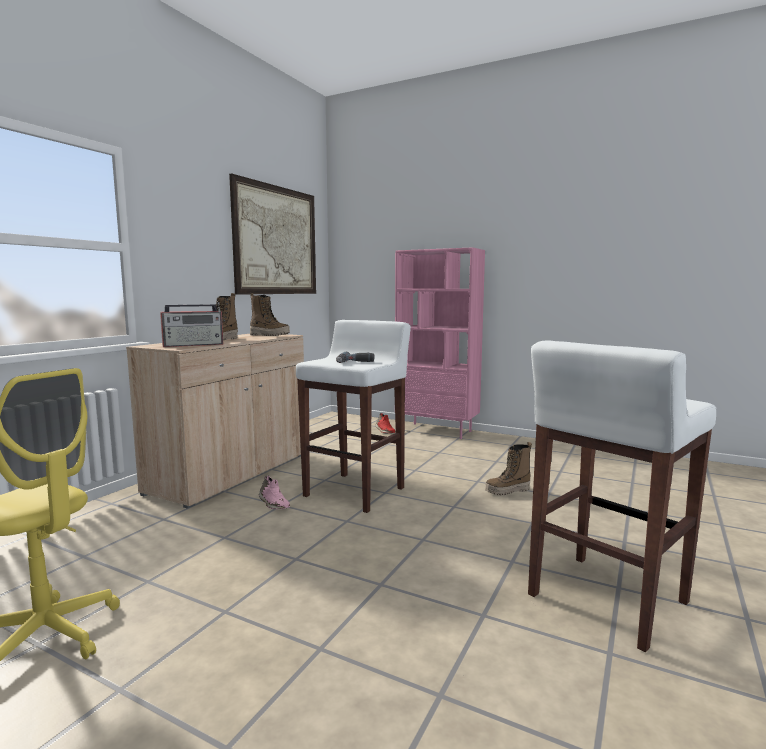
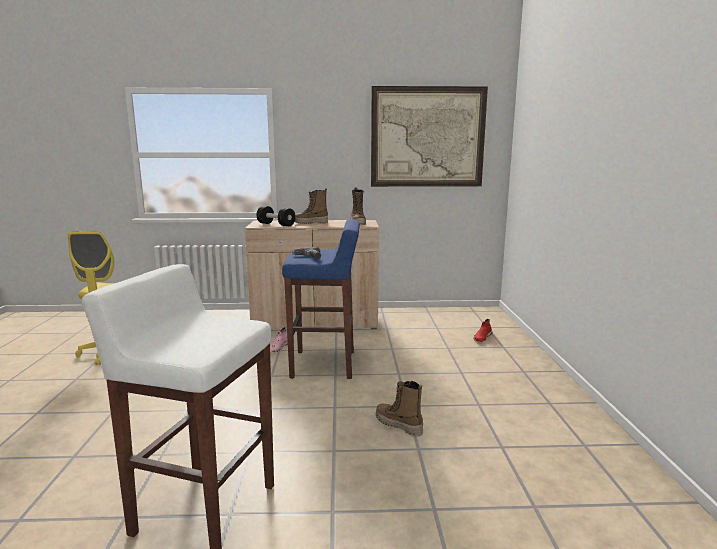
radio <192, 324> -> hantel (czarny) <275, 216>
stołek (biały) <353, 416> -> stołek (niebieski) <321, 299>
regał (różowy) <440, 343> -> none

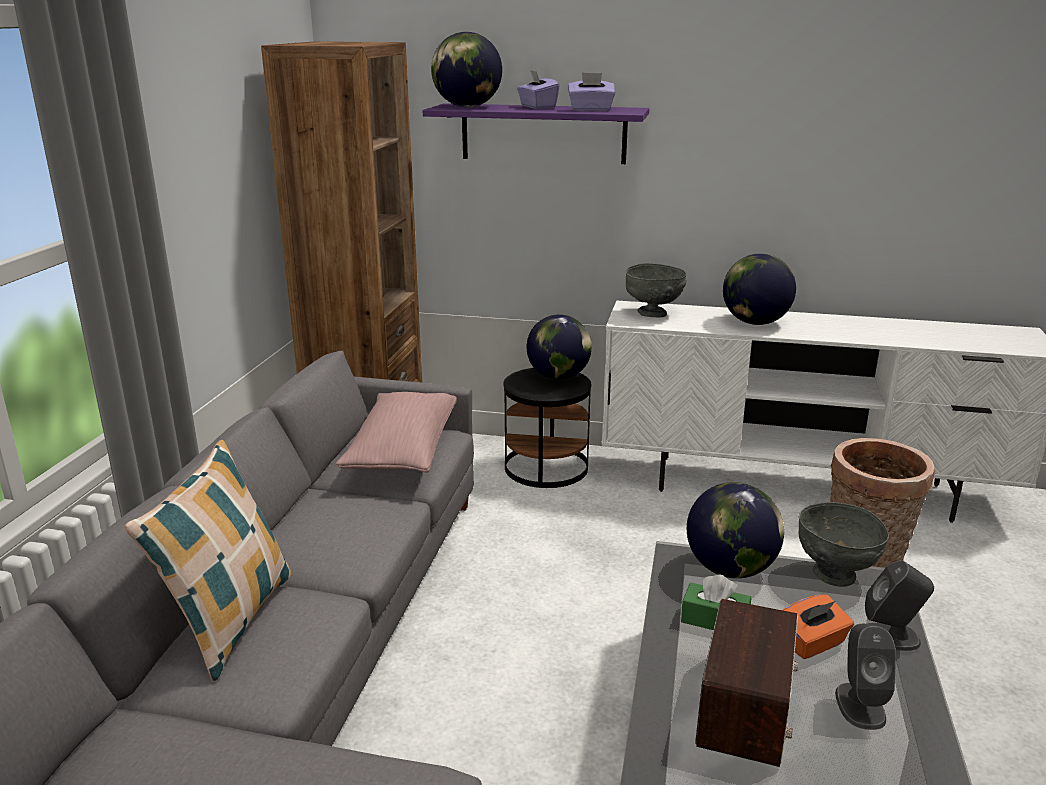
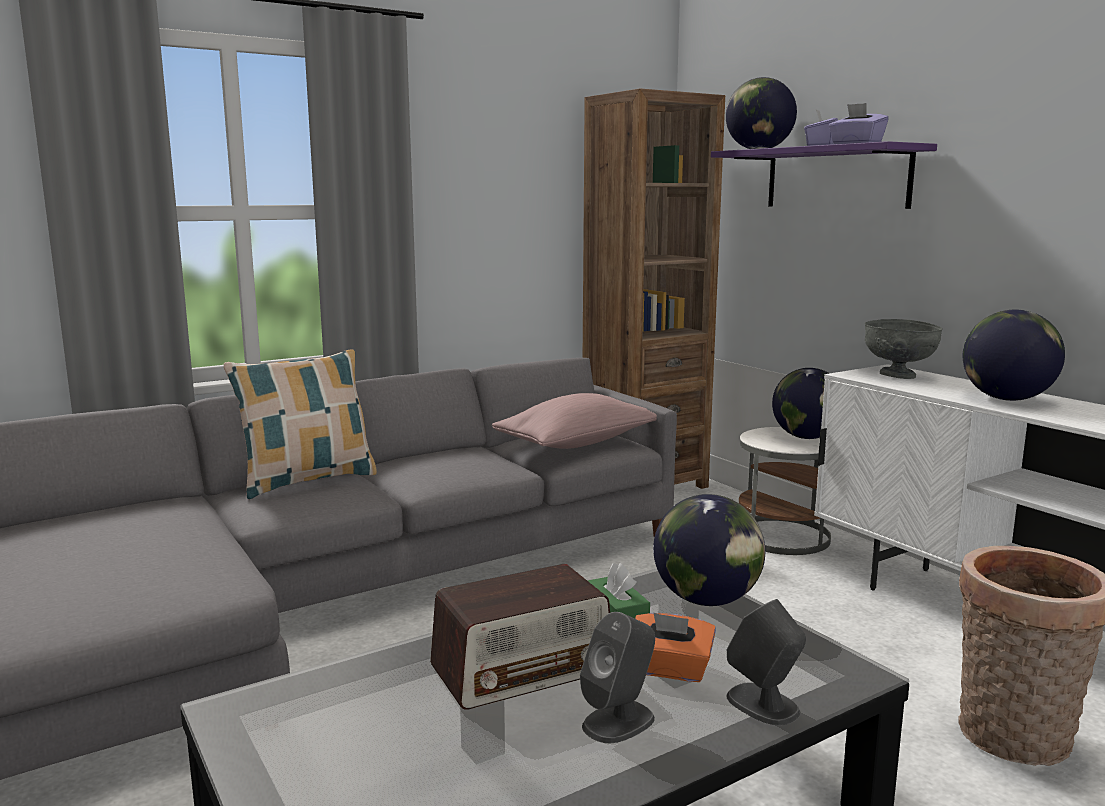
stolik (czarny) <547, 428> -> stolik (biały) <785, 491>
miska (szary) <844, 544> -> none

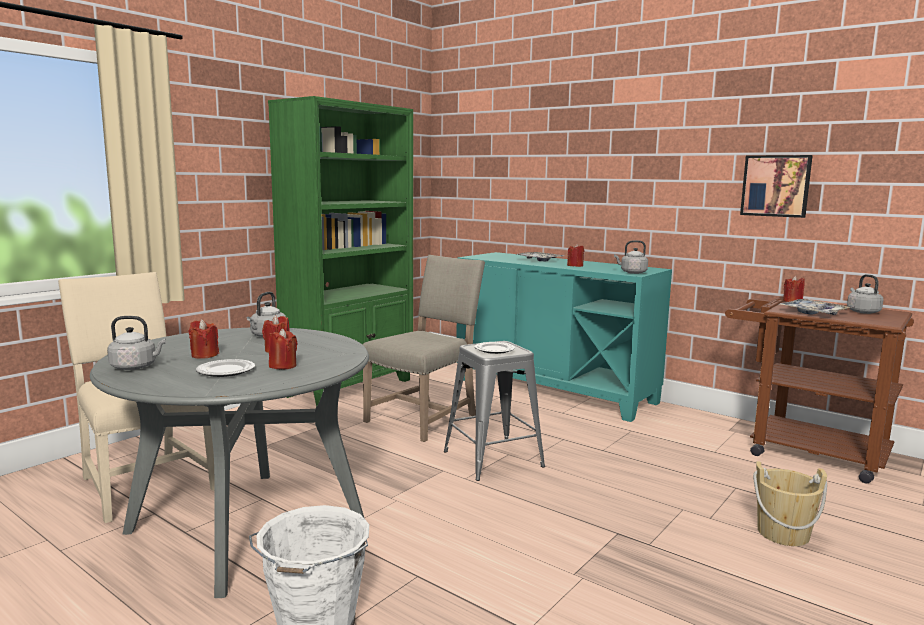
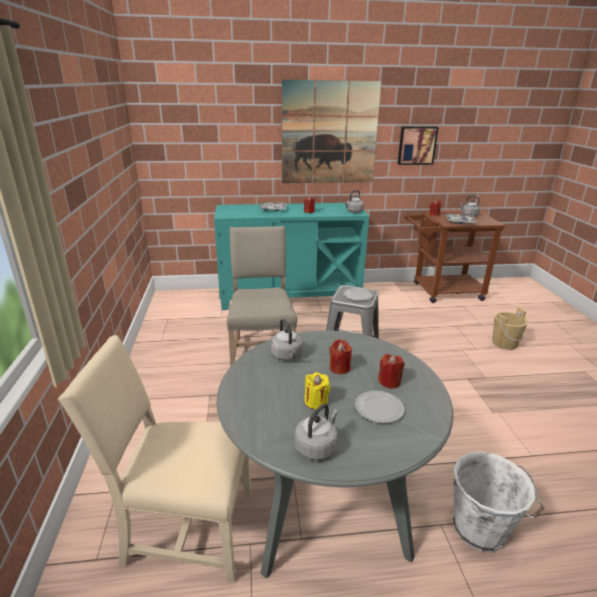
none -> obraz <332, 131>
świeca (czerwony) <204, 339> -> świeca (żółty) <317, 391>
regał (zielony) <340, 251> -> none

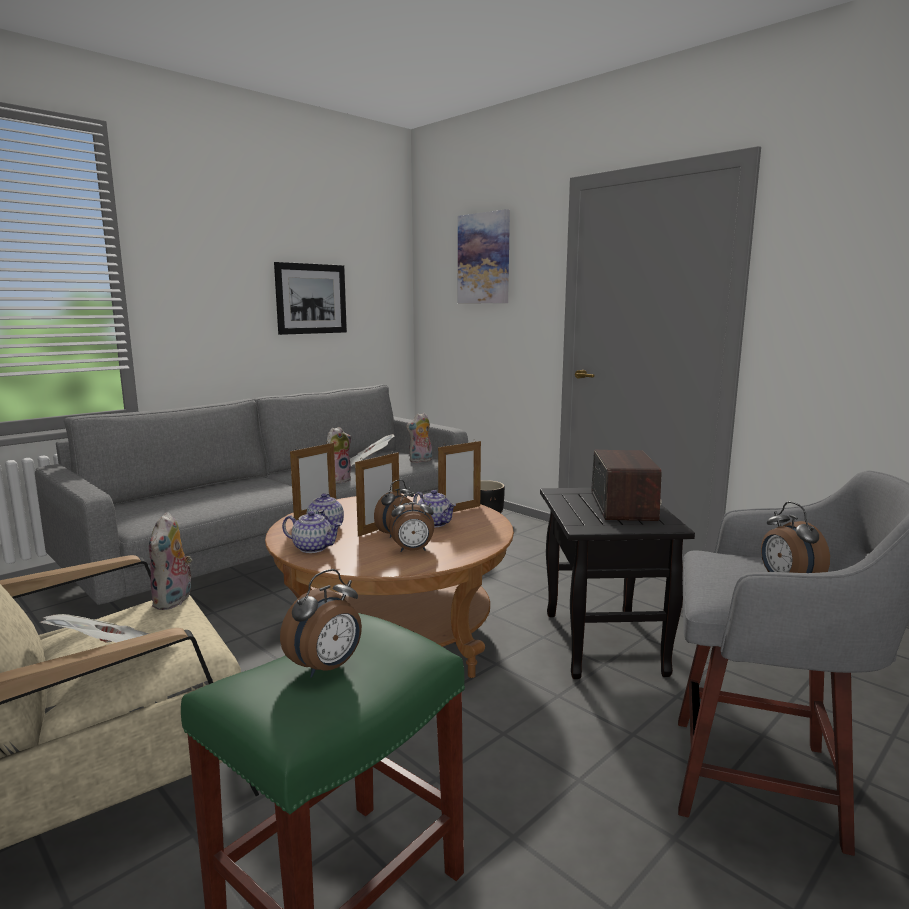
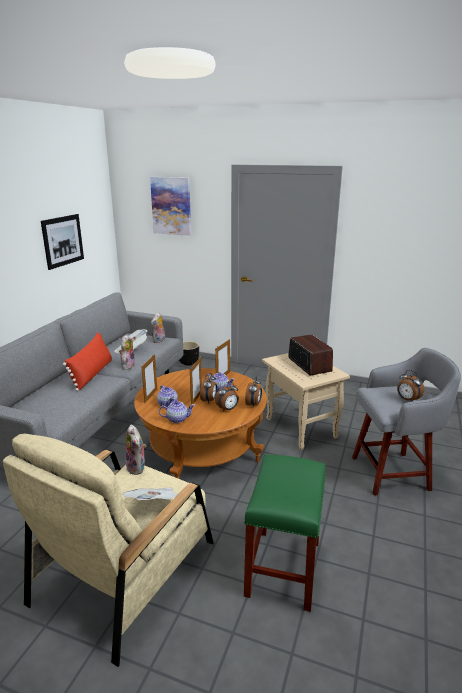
none -> poduszka (czerwony) <87, 361>
budzik <321, 623> -> budzik <253, 392>, shifted
stolik (czarny) <617, 583> -> stolik (beżowy) <306, 401>

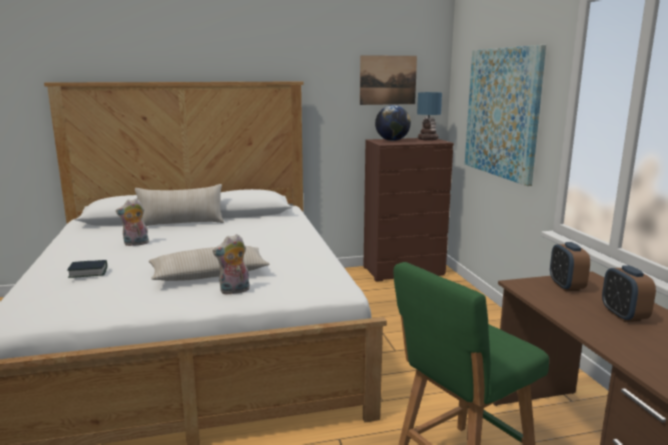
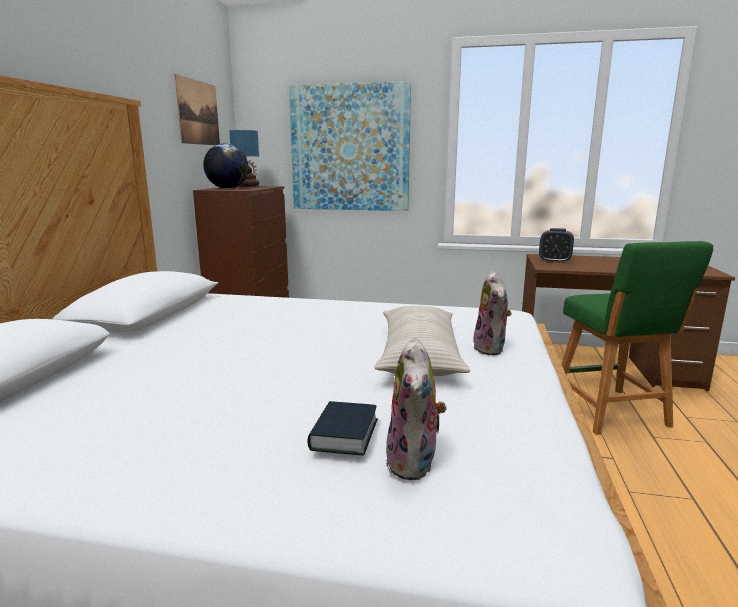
pluszak <132, 222> -> pluszak <416, 408>, shifted
poduszka (beżowy) <179, 205> -> none
budzik <629, 293> -> none

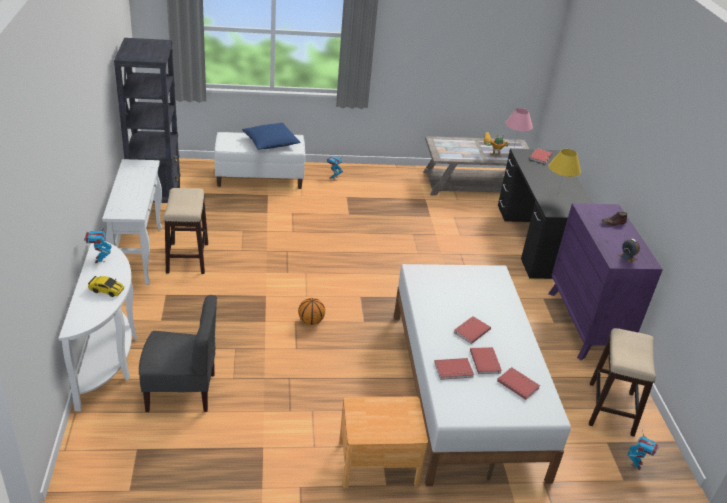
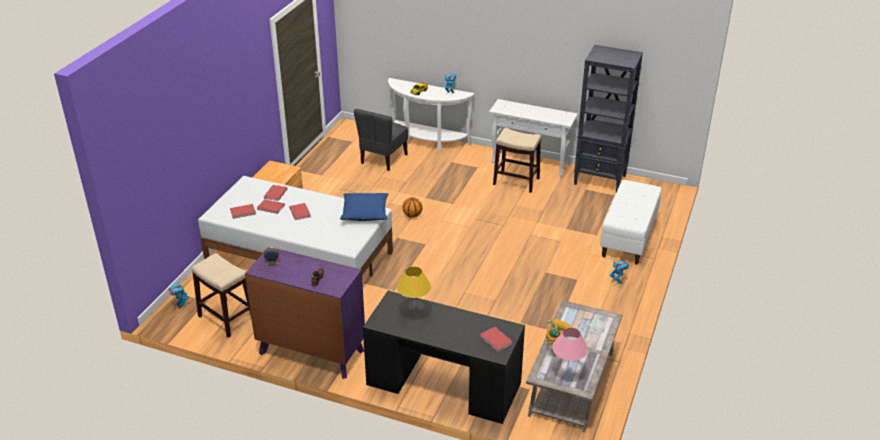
poduszka (niebieski) <271, 136> -> poduszka (niebieski) <364, 207>, shifted

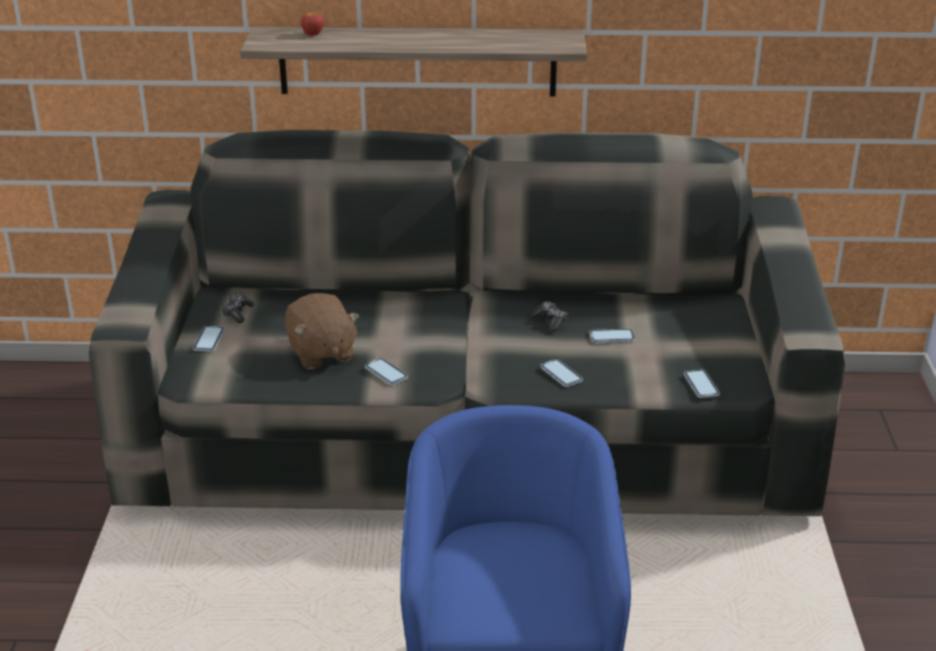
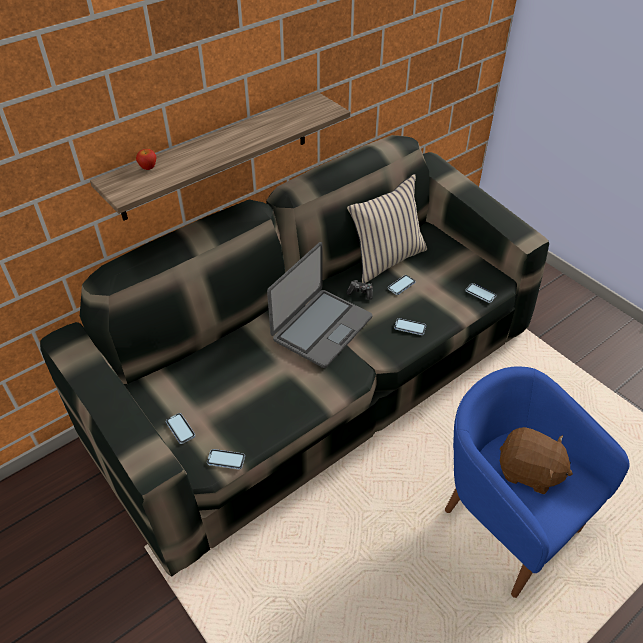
telefon <386, 371> -> telefon <226, 459>, shifted
none -> laptop <319, 305>
none -> poduszka (beżowy) <387, 228>
pluszak (brązowy) <322, 331> -> pluszak (brązowy) <536, 460>, shifted
pad do gier <238, 308> -> none

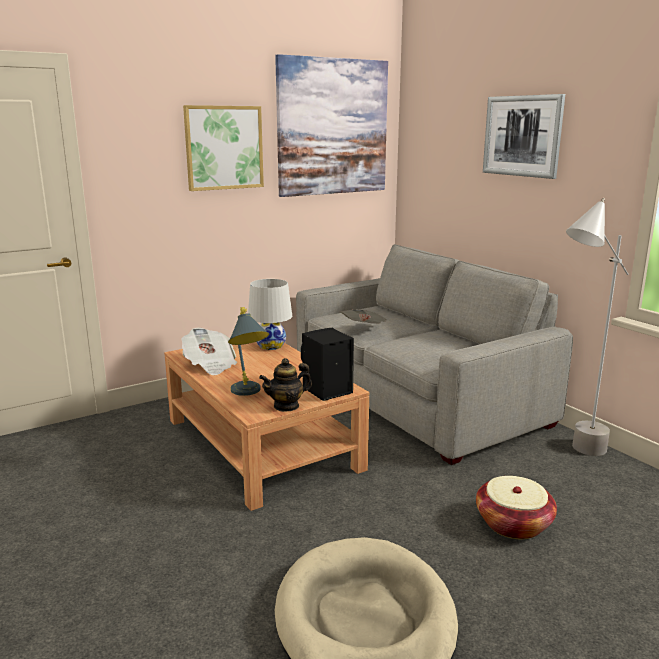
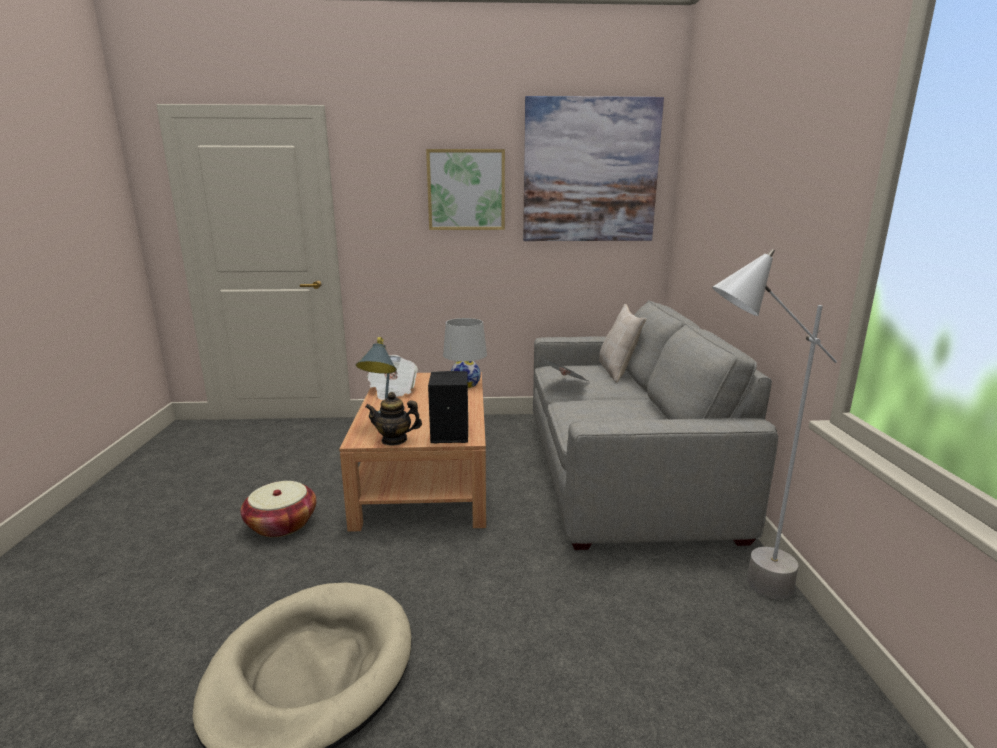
koszyk <516, 507> -> koszyk <278, 509>, shifted
none -> poduszka (beżowy) <622, 343>
obraz <524, 136> -> none

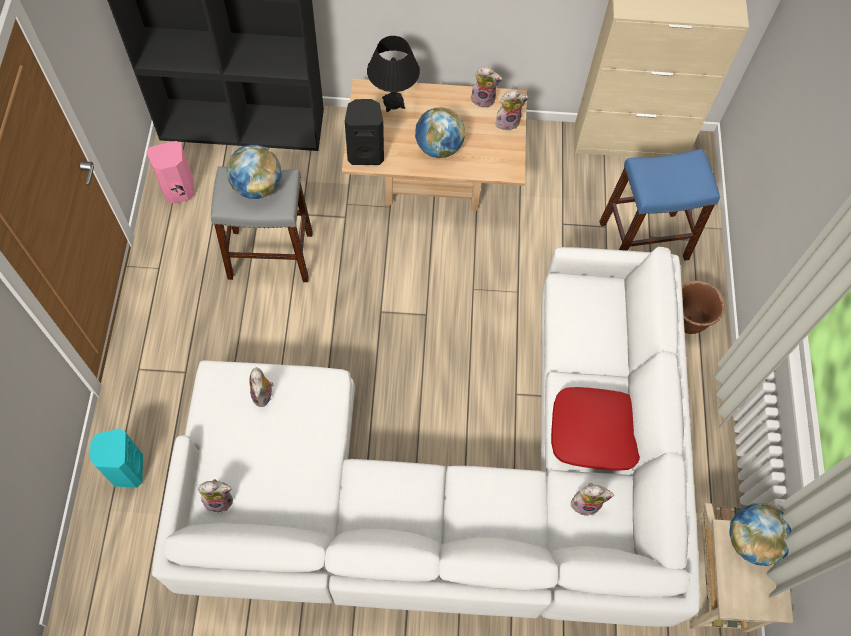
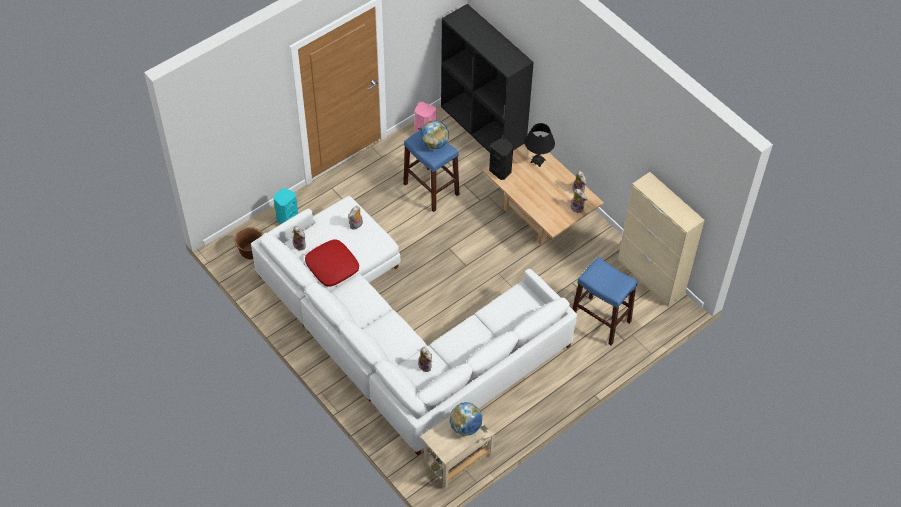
donica (brązowy) <703, 307> -> donica (brązowy) <248, 243>, shifted
poduszka (czerwony) <595, 429> -> poduszka (czerwony) <332, 263>, shifted
stołek (szary) <262, 224> -> stołek (niebieski) <431, 171>
globus <440, 132> -> none

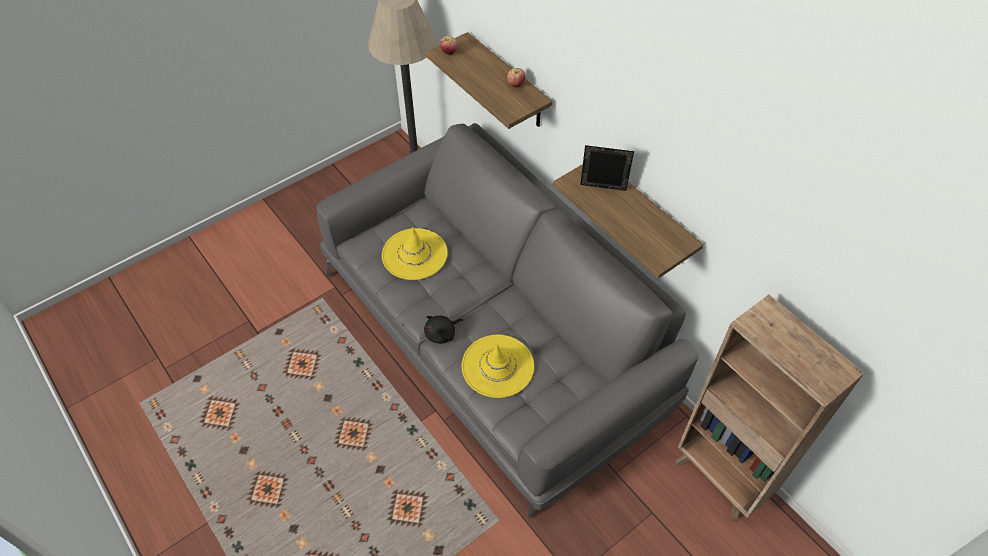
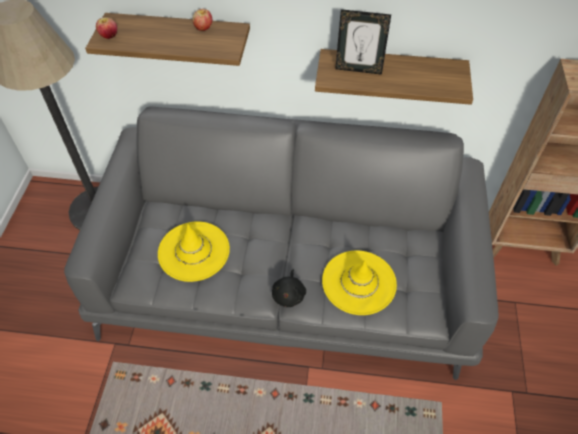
ramka na zdjęcie <607, 168> -> ramka na zdjęcie <363, 42>, 135 degrees counterclockwise

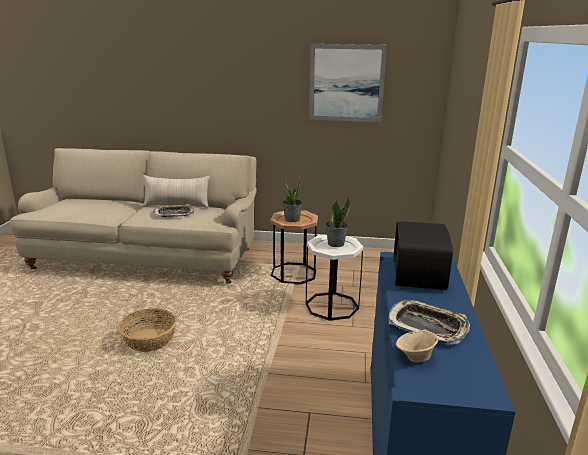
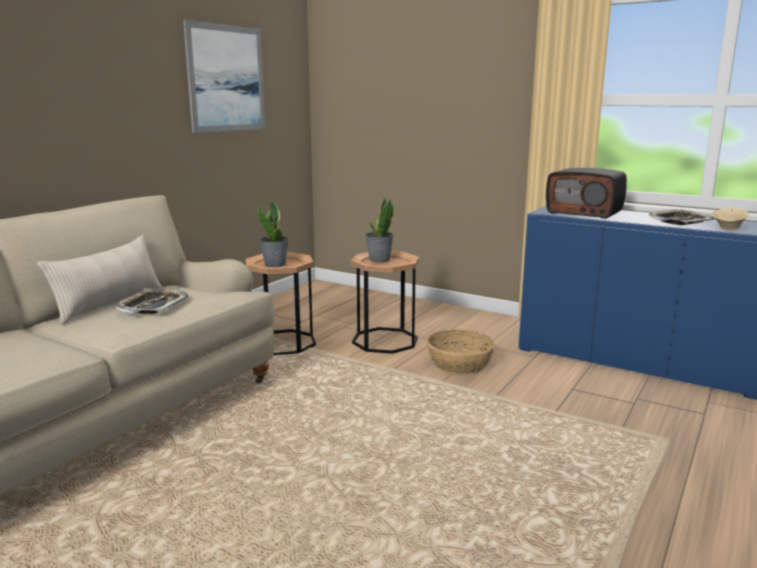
stolik (biały) <334, 278> -> stolik (brązowy) <385, 302>
koszyk <147, 330> -> koszyk <460, 352>, shifted

